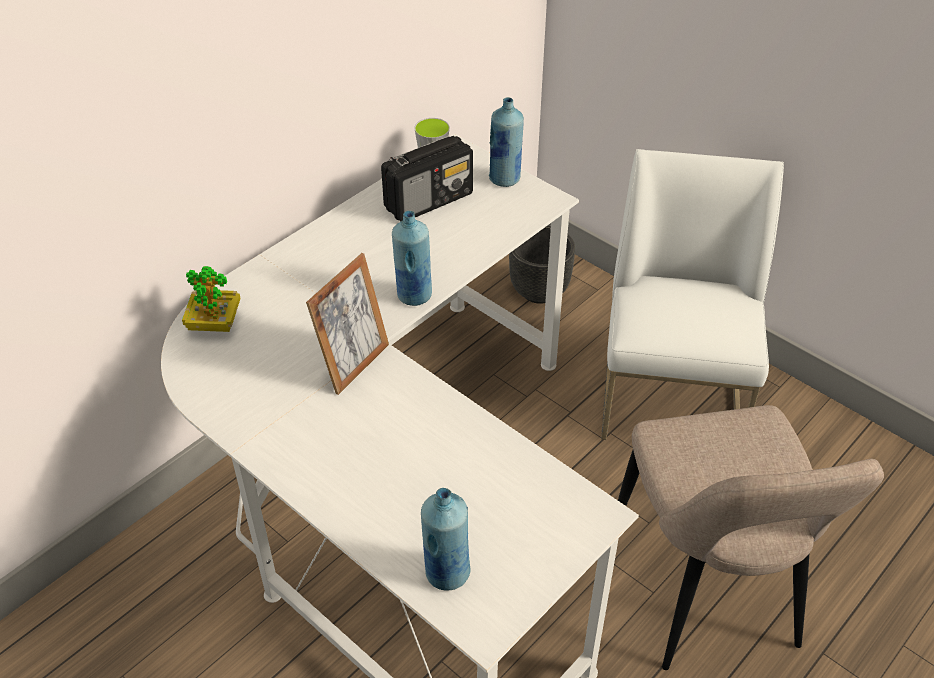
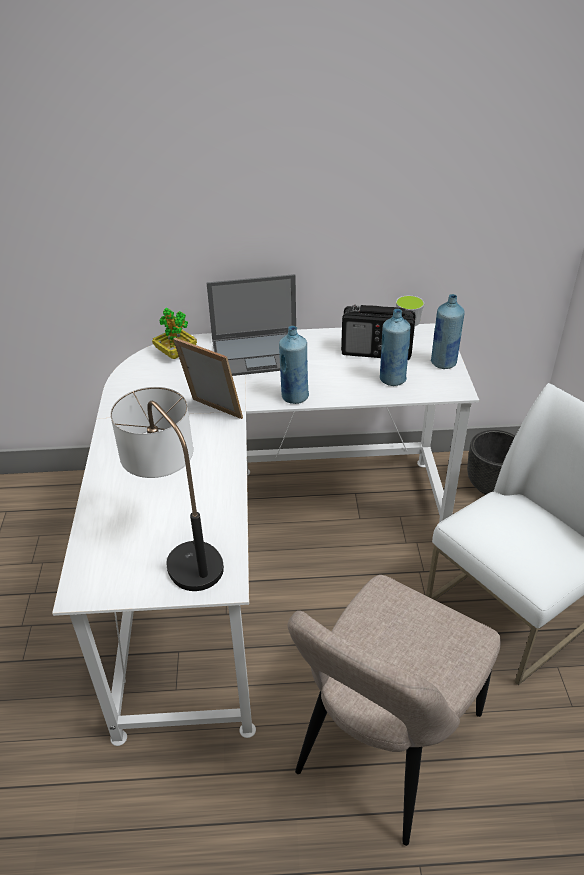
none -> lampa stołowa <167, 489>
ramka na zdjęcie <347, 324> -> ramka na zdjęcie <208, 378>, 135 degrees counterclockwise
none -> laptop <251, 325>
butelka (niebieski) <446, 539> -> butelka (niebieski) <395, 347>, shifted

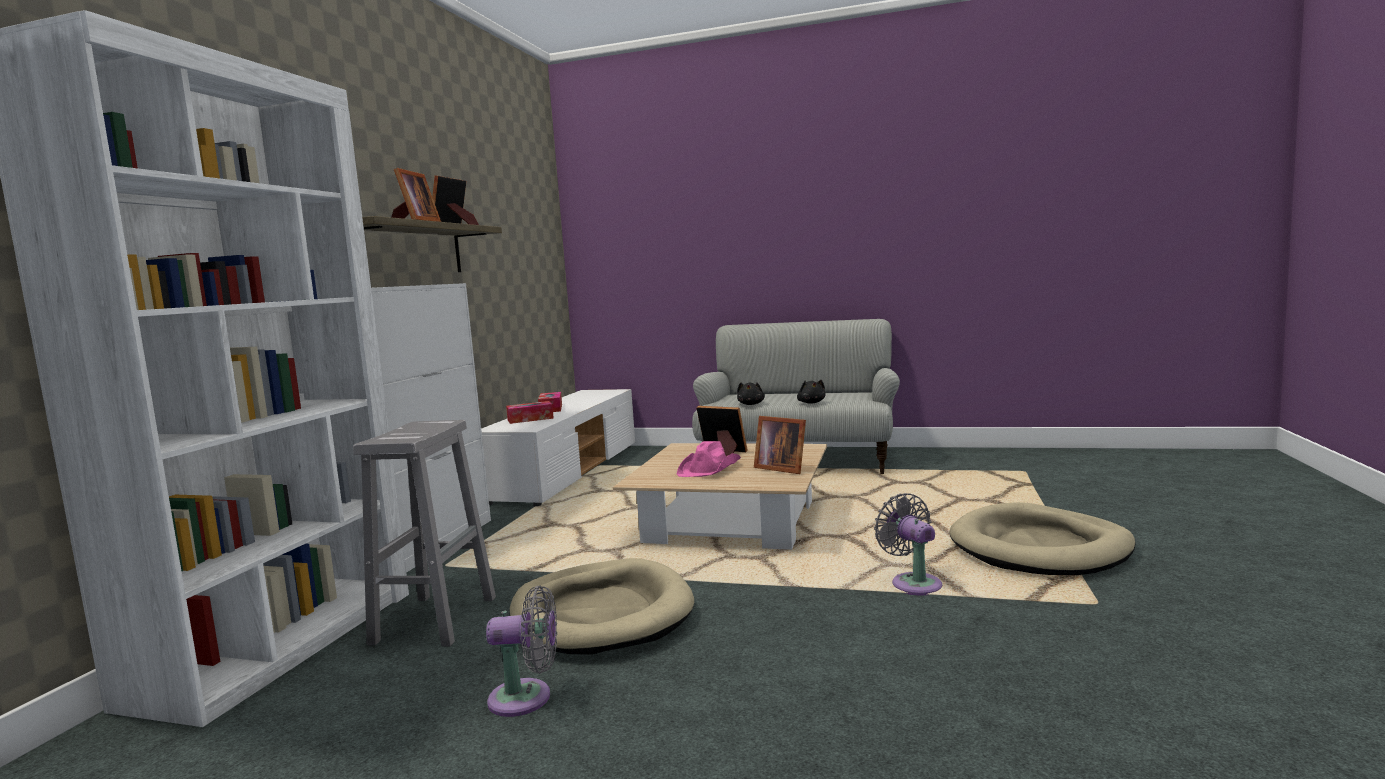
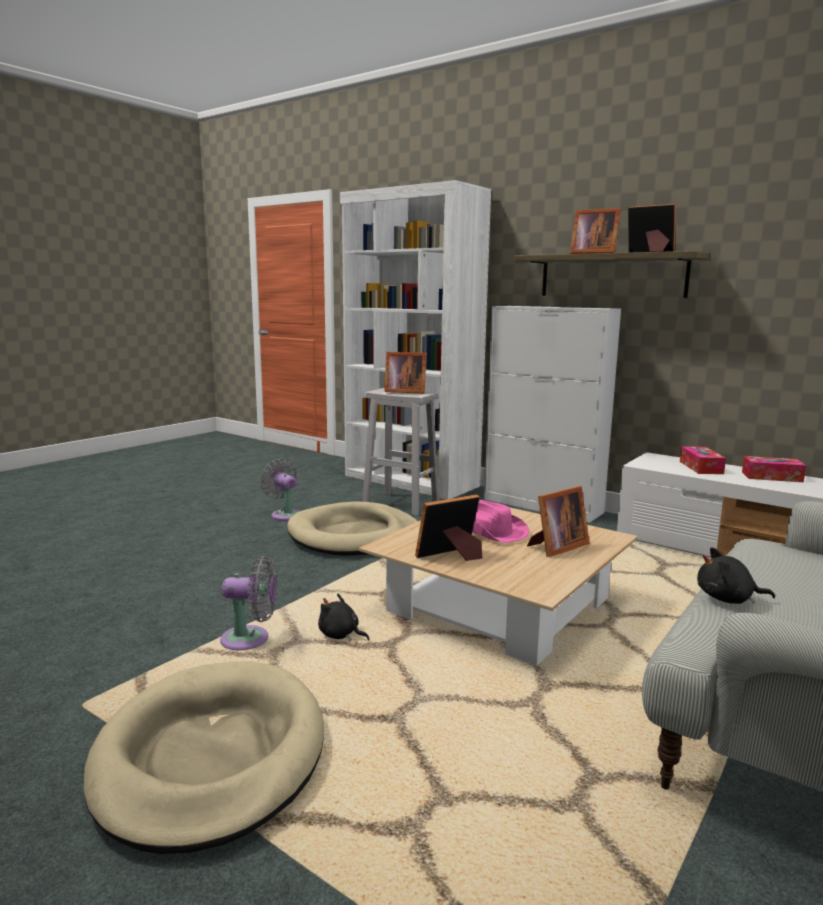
wentylator (szary) <521, 651> -> wentylator (szary) <280, 490>, 120 degrees clockwise
pluszak (czarny) <751, 393> -> pluszak (czarny) <344, 617>, shifted
none -> ramka na zdjęcie <405, 372>

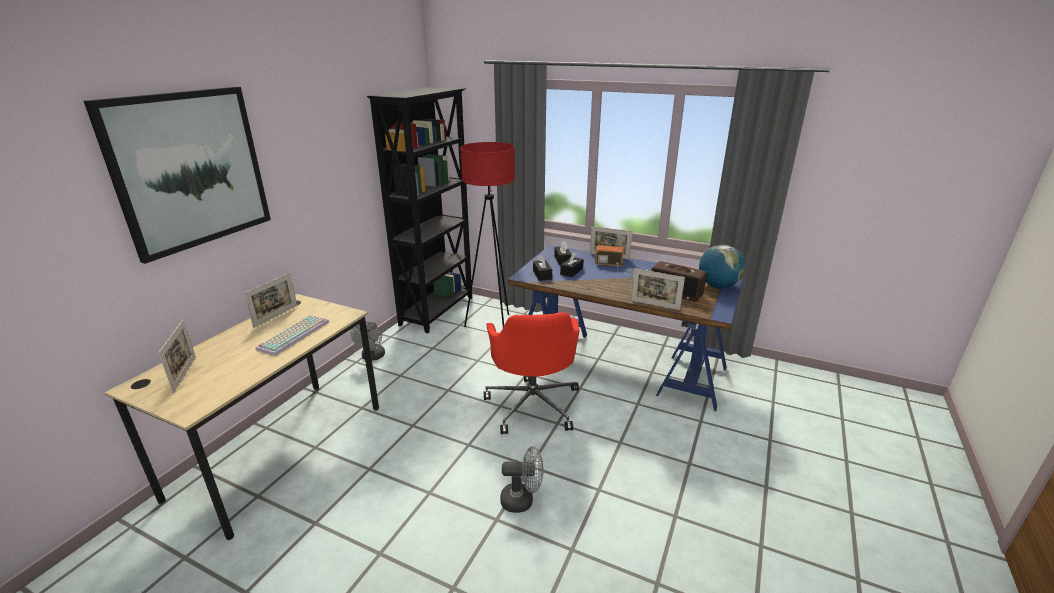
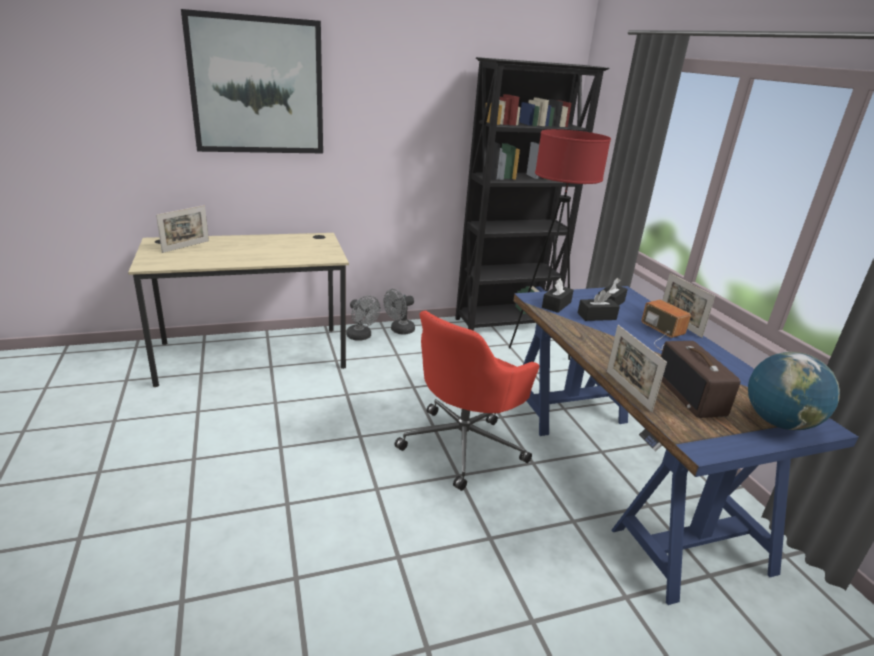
wentylator (szary) <522, 479> -> wentylator (szary) <363, 318>, shifted
ramka na zdjęcie <270, 300> -> none
klawiatura <292, 335> -> none

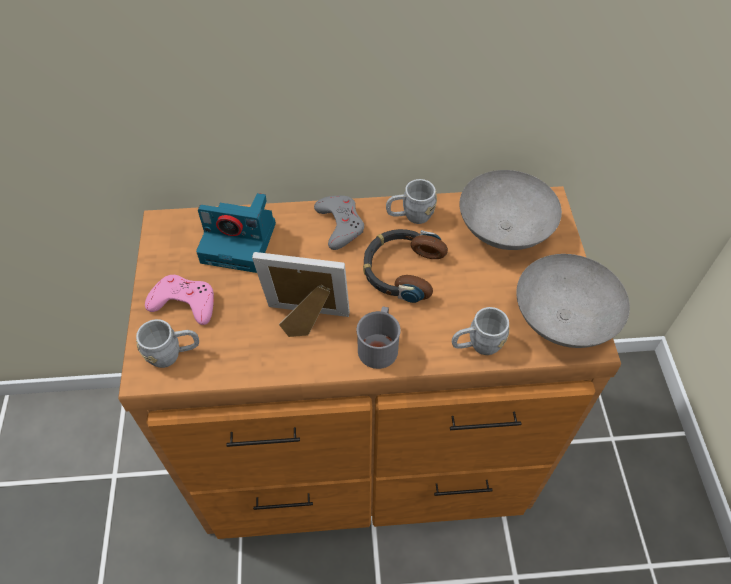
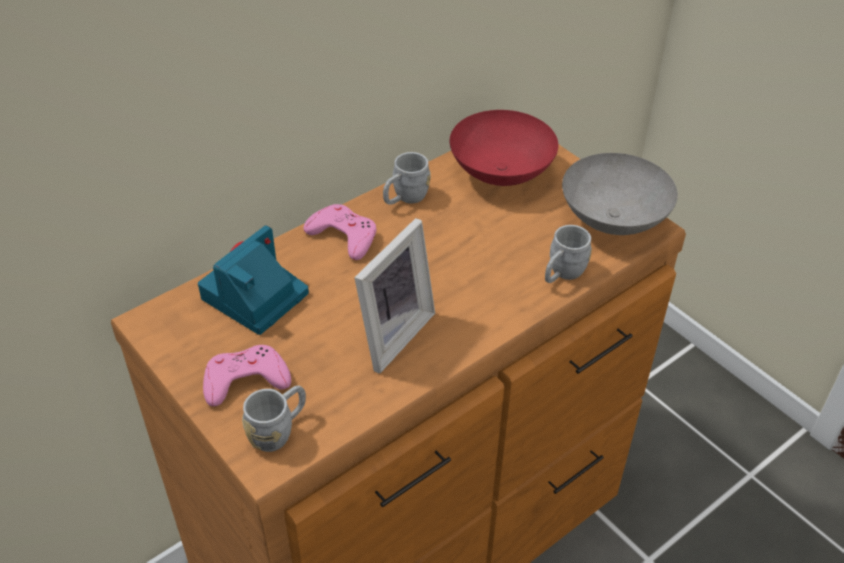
aparat fotograficzny <236, 233> -> aparat fotograficzny <253, 280>, 150 degrees clockwise
pad do gier (szary) <339, 223> -> pad do gier (różowy) <340, 232>
ramka na zdjęcie <301, 294> -> ramka na zdjęcie <394, 295>, 150 degrees clockwise
miska (szary) <510, 210> -> miska (czerwony) <504, 148>
kubek (szary) <378, 338> -> none
słuchawki <405, 266> -> none

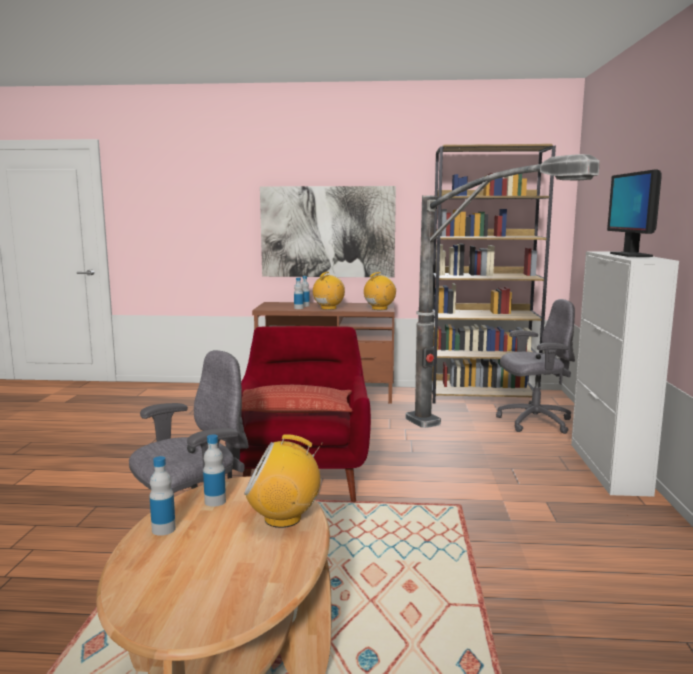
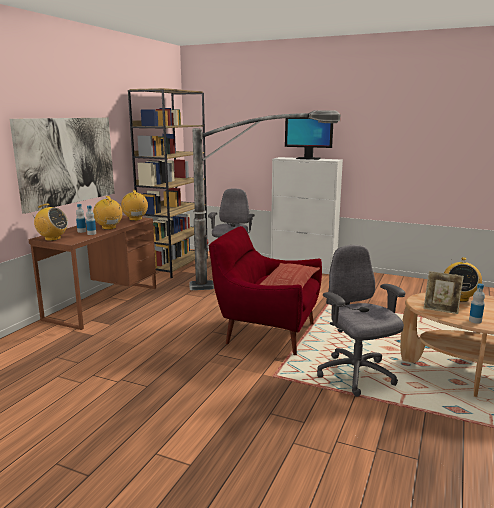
none -> radio <49, 222>
butelka <214, 470> -> ramka na zdjęcie <444, 292>

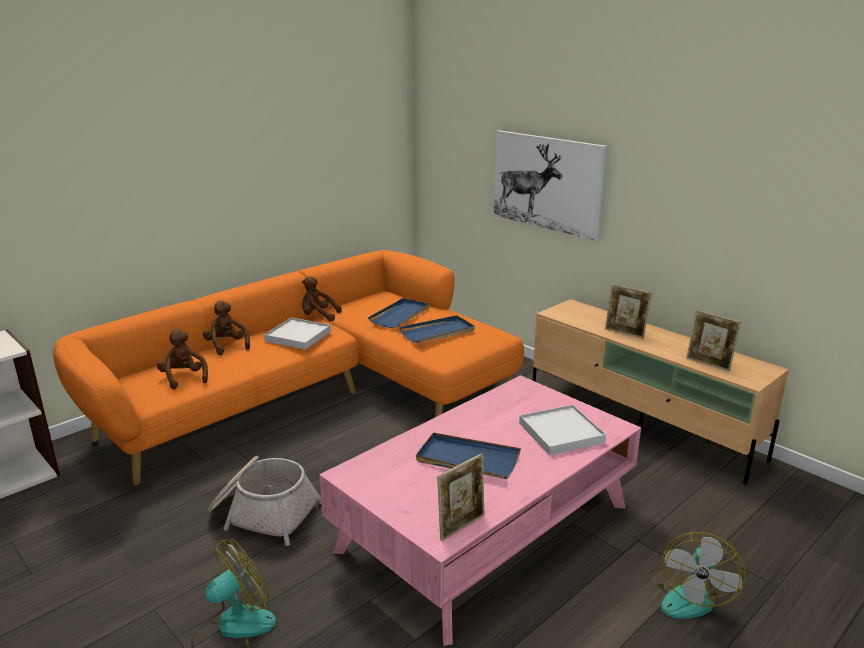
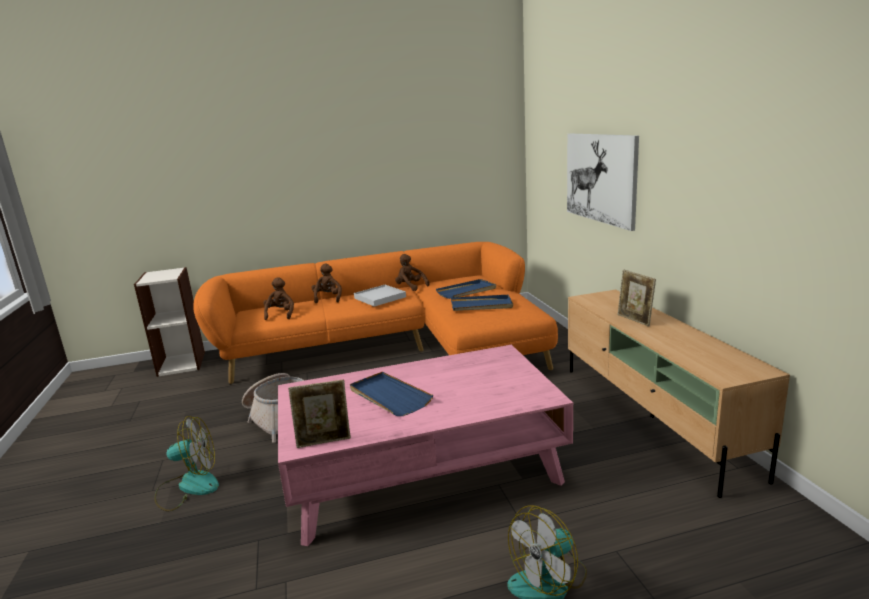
taca (biały) <562, 430> -> none
ramka na zdjęcie <713, 340> -> none

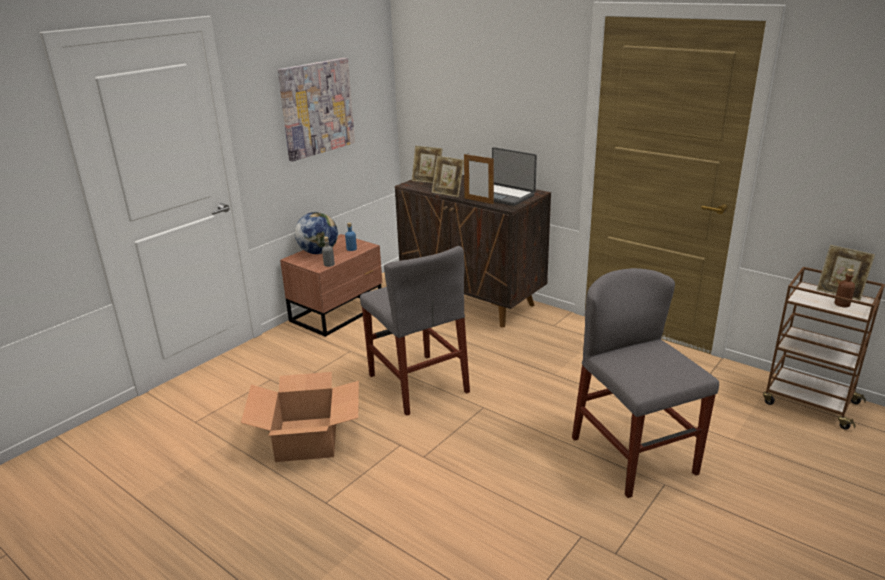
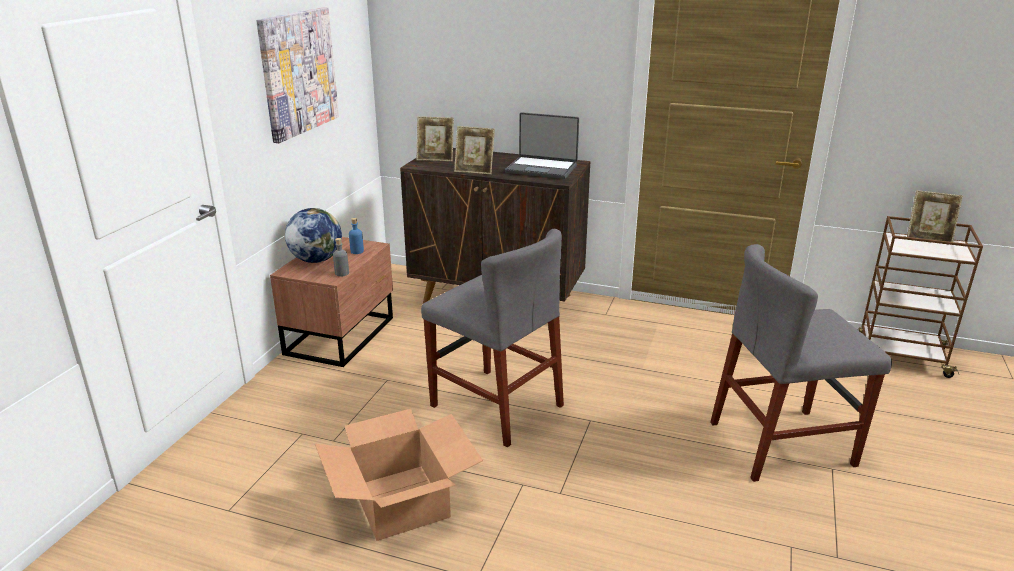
krzesło (szary) <645, 383> -> krzesło (szary) <801, 363>, 60 degrees counterclockwise
ramka na zdjęcie <479, 179> -> none
butelka (brązowy) <844, 288> -> none

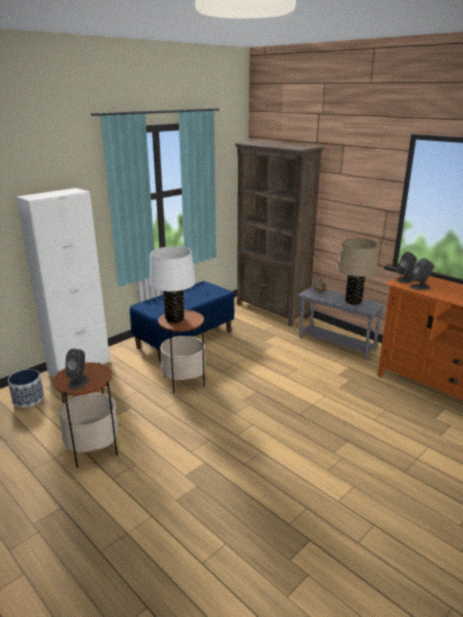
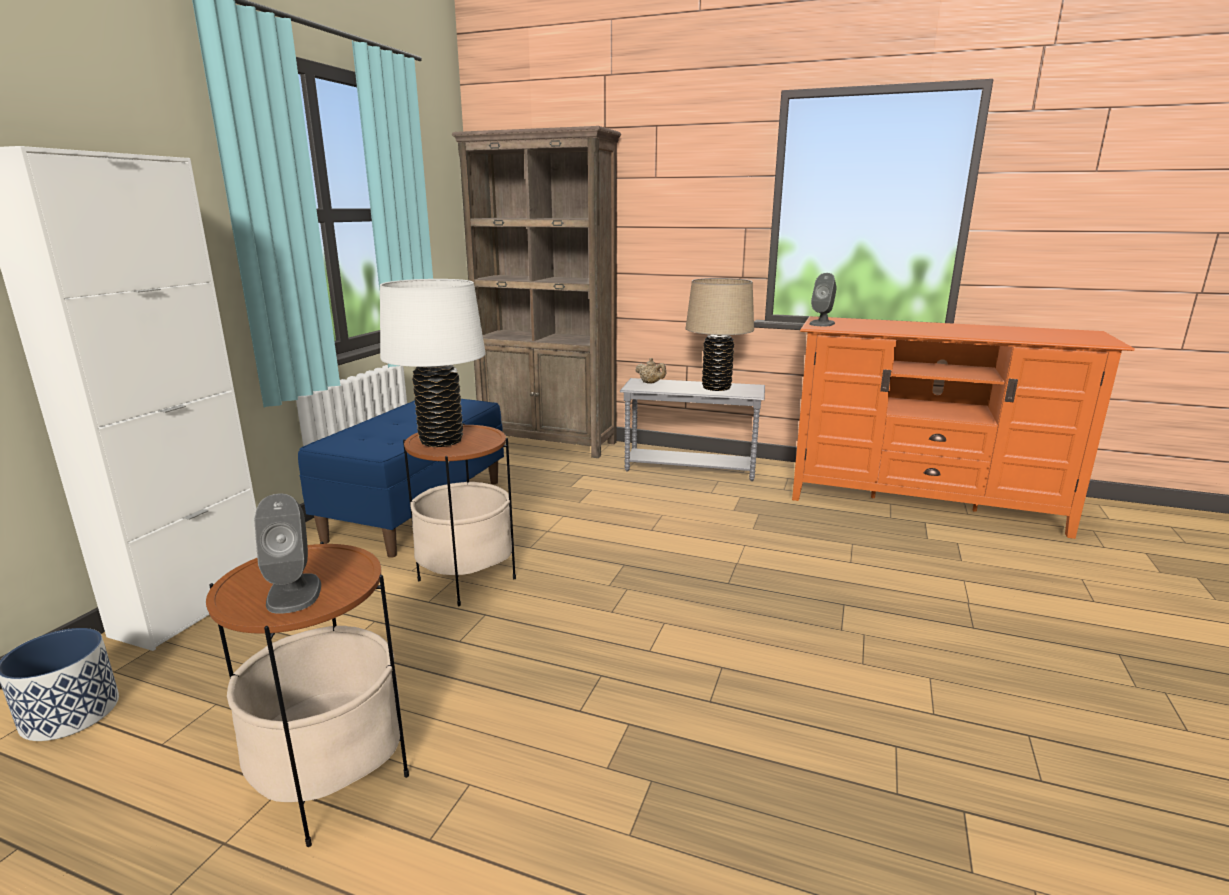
głośnik (szary) <422, 274> -> none

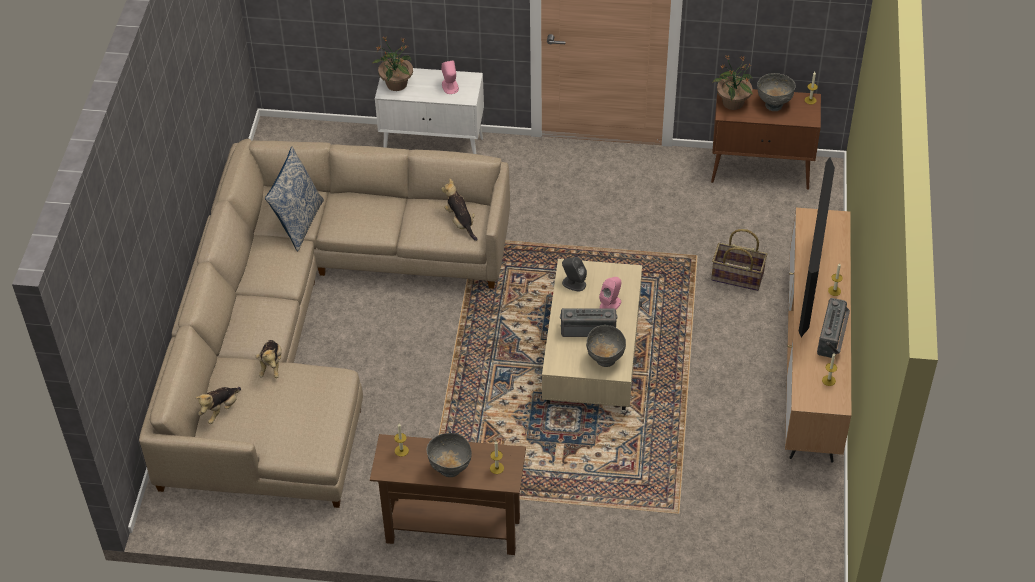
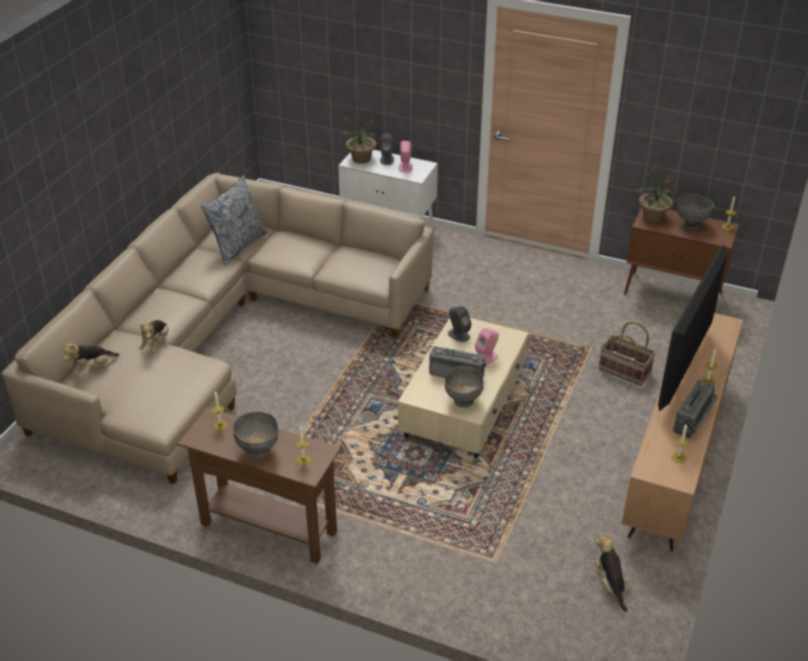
none -> głośnik (szary) <387, 149>
pluszak <459, 210> -> pluszak <612, 572>, shifted

